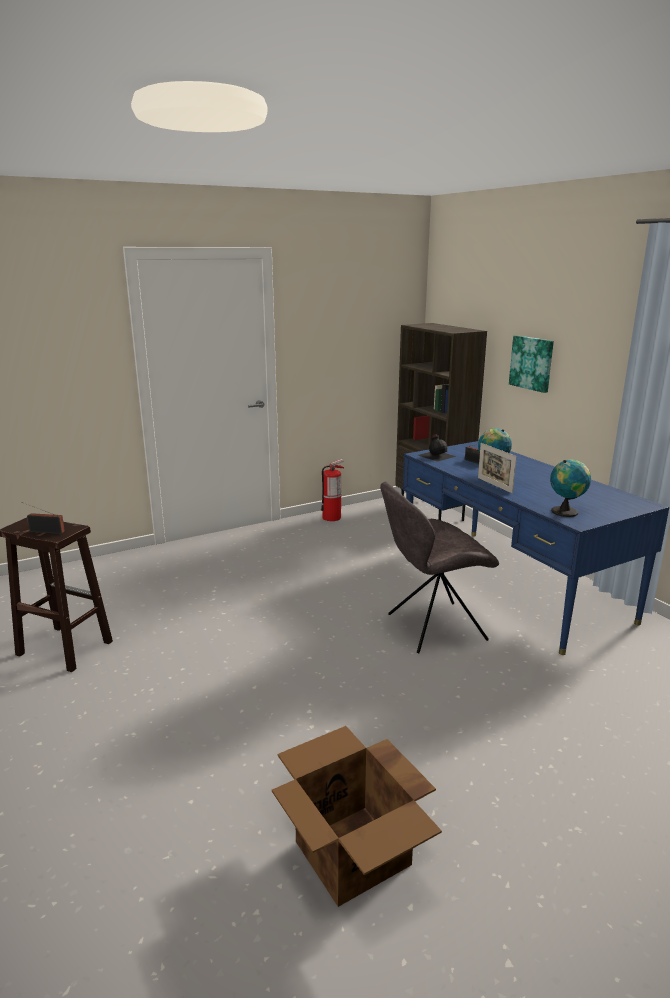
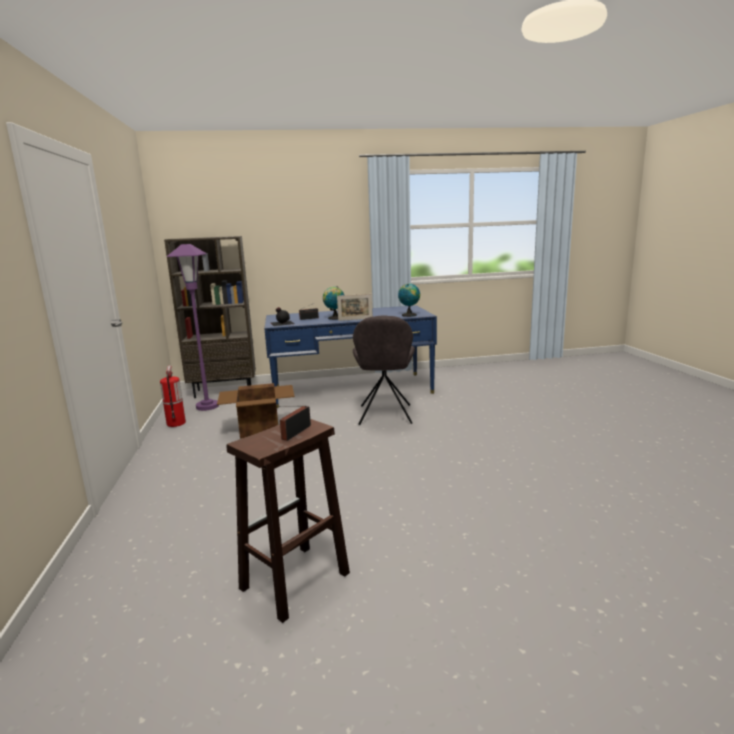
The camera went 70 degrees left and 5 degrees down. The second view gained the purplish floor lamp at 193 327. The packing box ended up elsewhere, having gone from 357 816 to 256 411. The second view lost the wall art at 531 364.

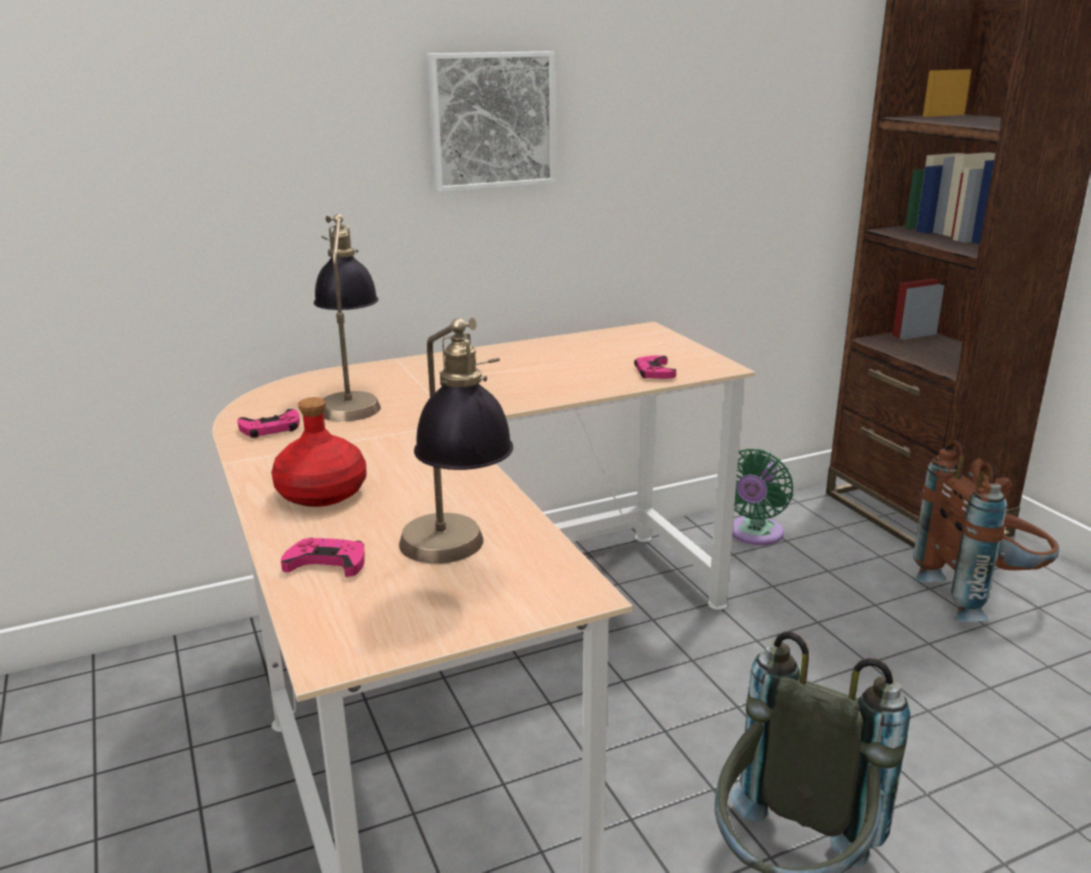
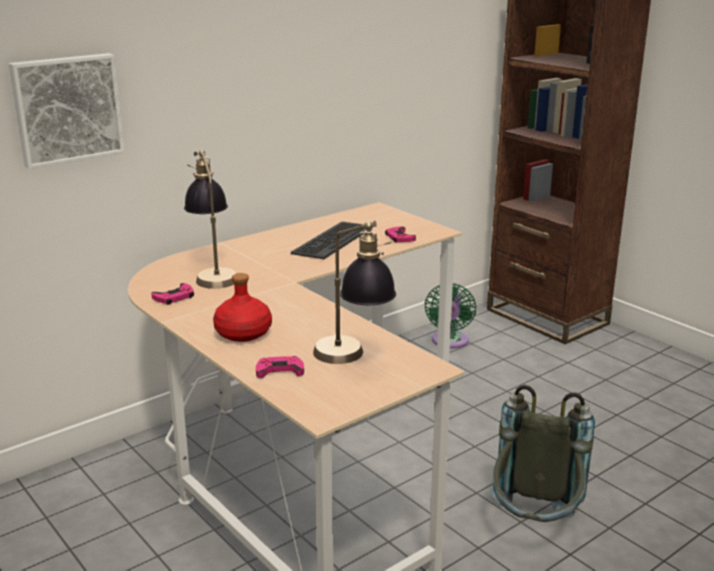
The camera went 15 degrees left and 0 degrees up. The wall art ended up elsewhere, having gone from 491 121 to 67 111. The second view gained the keyboard at 332 240. The second view lost the brown knapsack at 986 531.

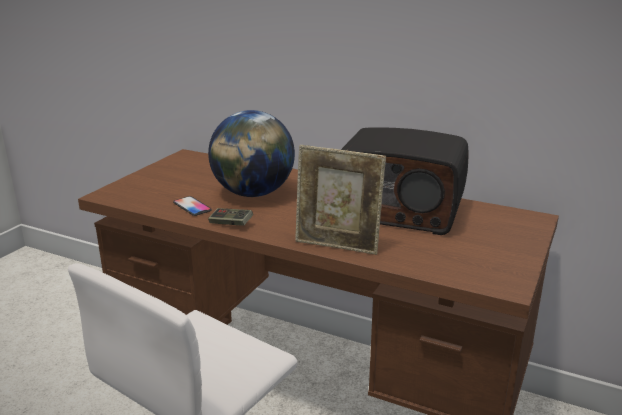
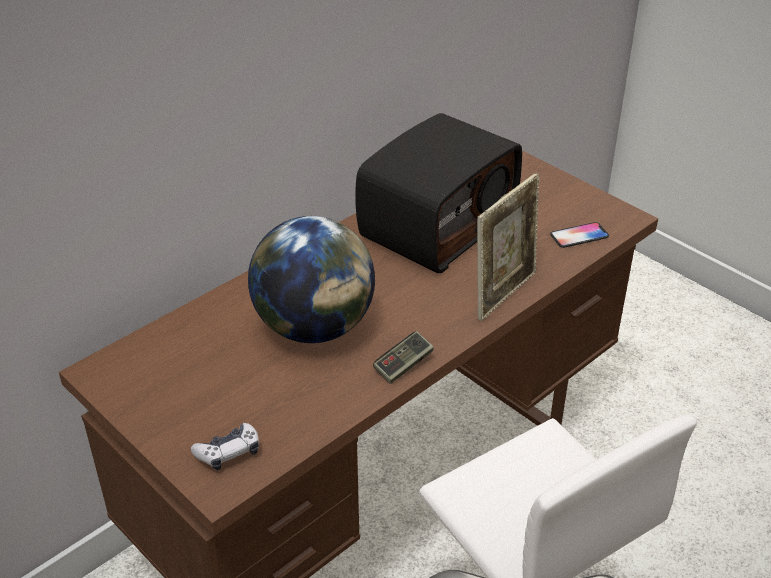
The camera went 70 degrees left and 15 degrees up. The second view gained the gamepad at 225 447. The handset ended up elsewhere, having gone from 192 206 to 579 235.

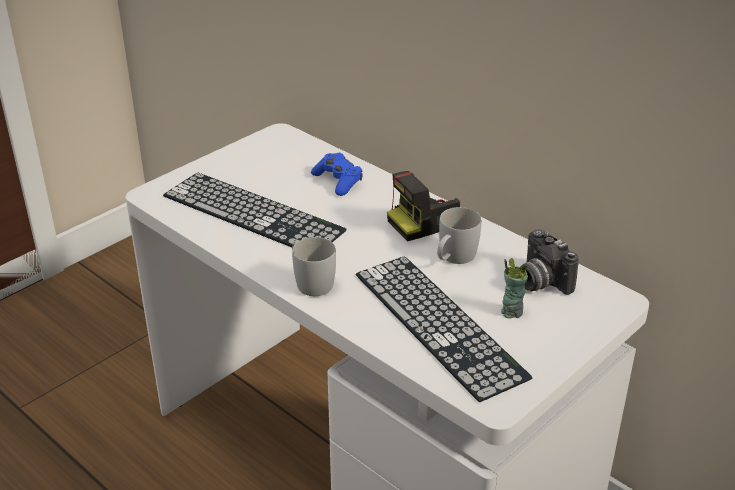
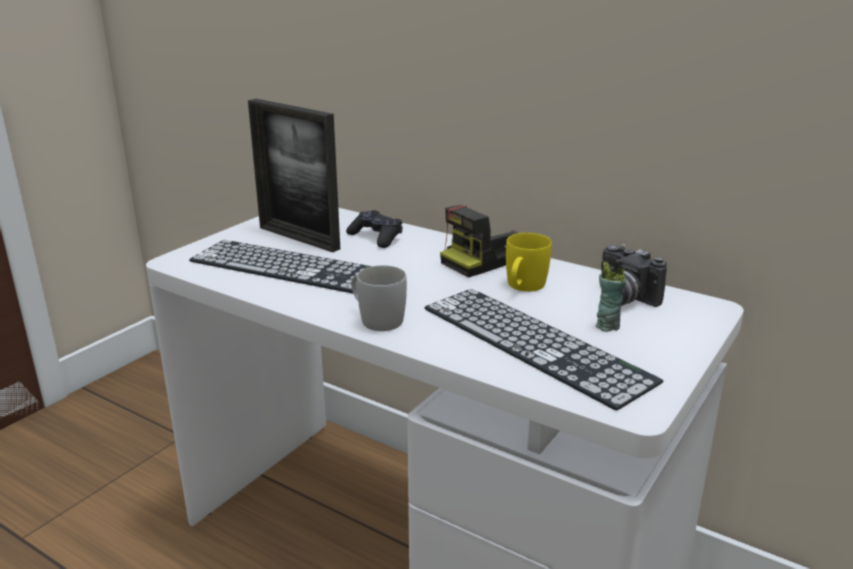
The camera went 10 degrees left and 10 degrees down. The second view gained the picture frame at 294 175. What was the blue-coloured gamepad at 337 174 turned into the blackish gamepad at 374 229. What was the white tea mug at 459 235 turned into the yellow tea mug at 529 262.

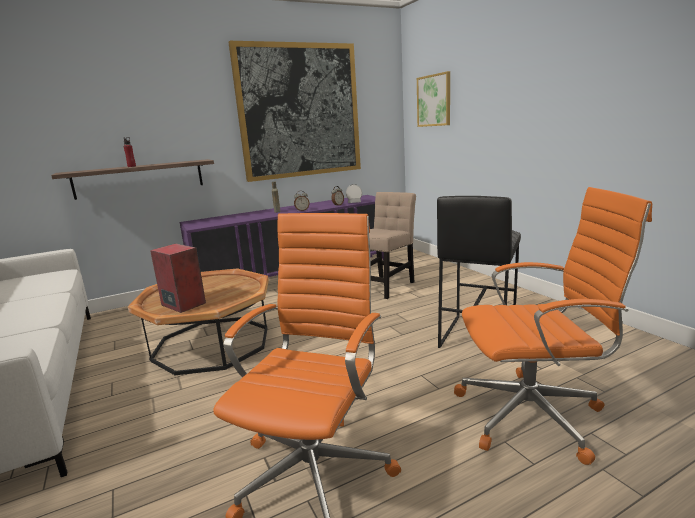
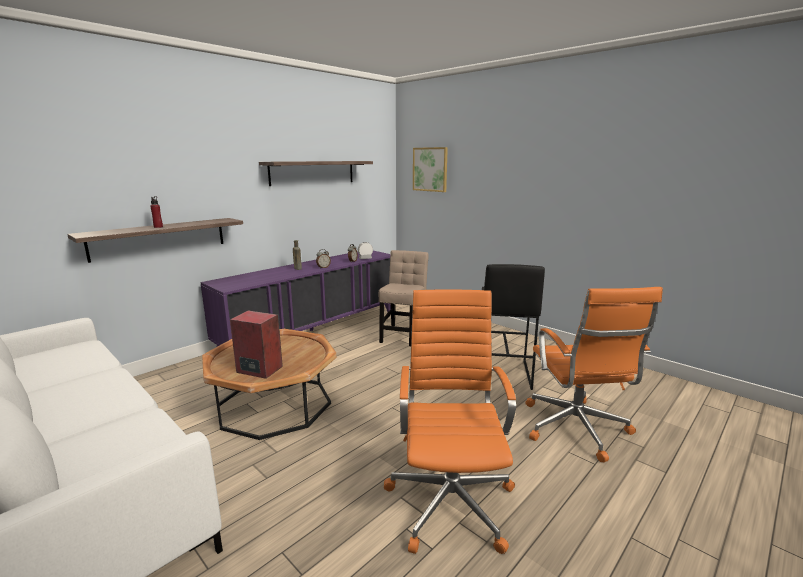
The camera went 20 degrees left and 0 degrees up. Where the wall art hung at 294 111, the wall shelf came to hang at 316 173. The orange-coloured office chair at 553 326 ended up facing another way, 105 degrees clockwise from before.

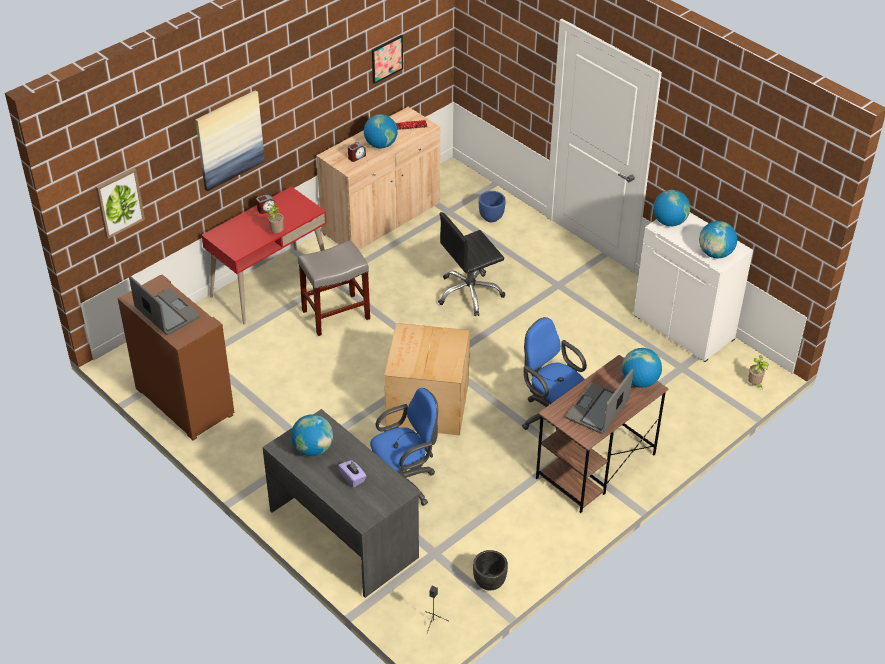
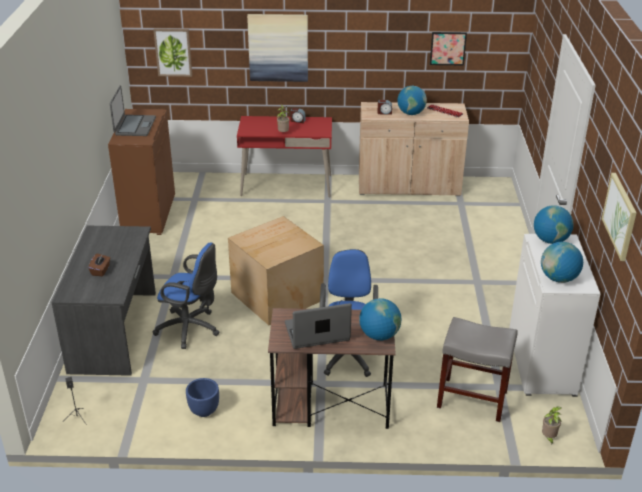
The camera went 45 degrees right and 10 degrees down. What was the purplish tissue holder at 352 474 turned into the brown tissue holder at 99 265. The blue-coloured plant pot ended up elsewhere, having gone from 492 206 to 202 397. The gray stool ended up elsewhere, having gone from 334 288 to 477 369. The second view gained the wall art at 619 217. The second view lost the world globe at 312 435. The second view lost the blackish office chair at 471 264. The second view lost the blackish plant pot at 490 570.

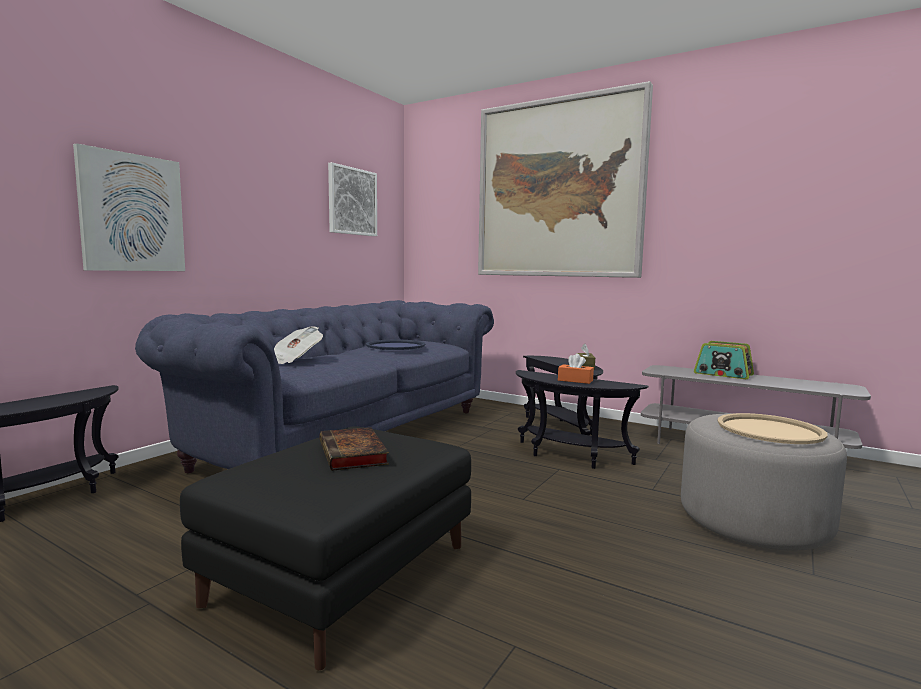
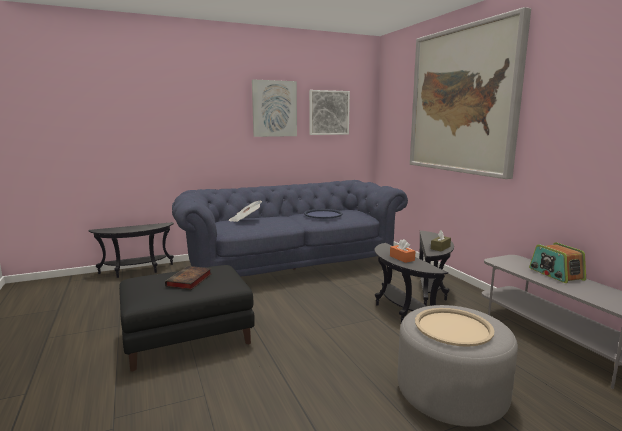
The camera went 35 degrees right and 5 degrees up. The wall art ended up elsewhere, having gone from 129 207 to 274 108.

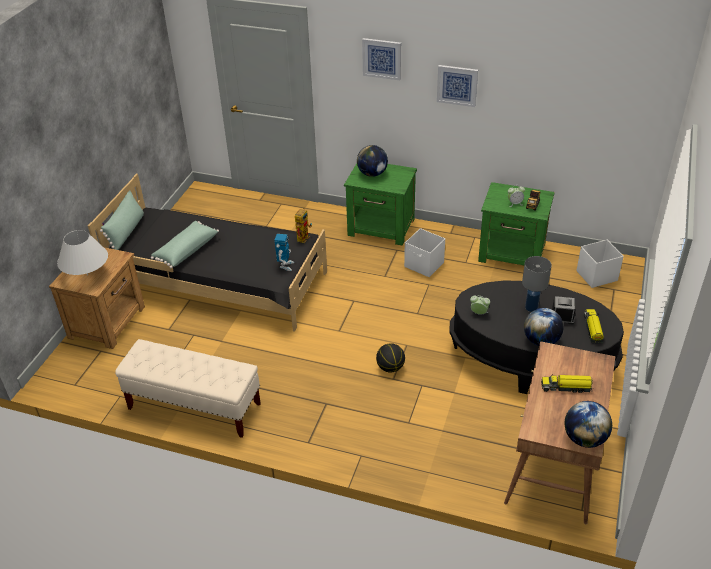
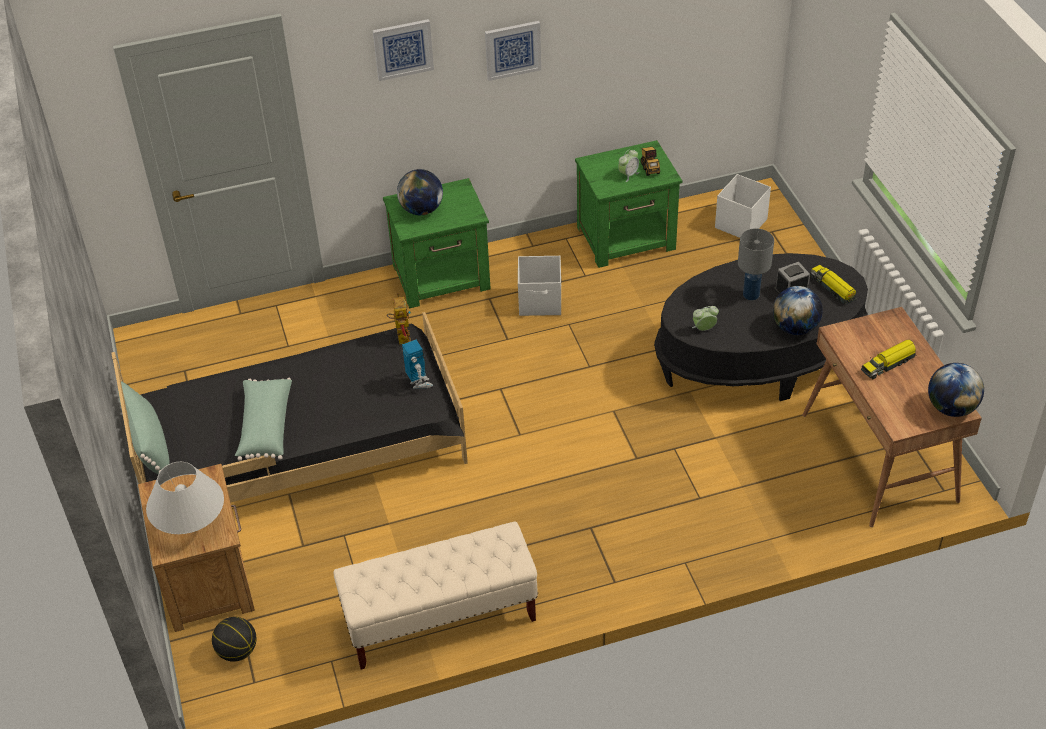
The camera went 35 degrees left and 5 degrees up. The basketball ball ended up elsewhere, having gone from 390 357 to 234 639.

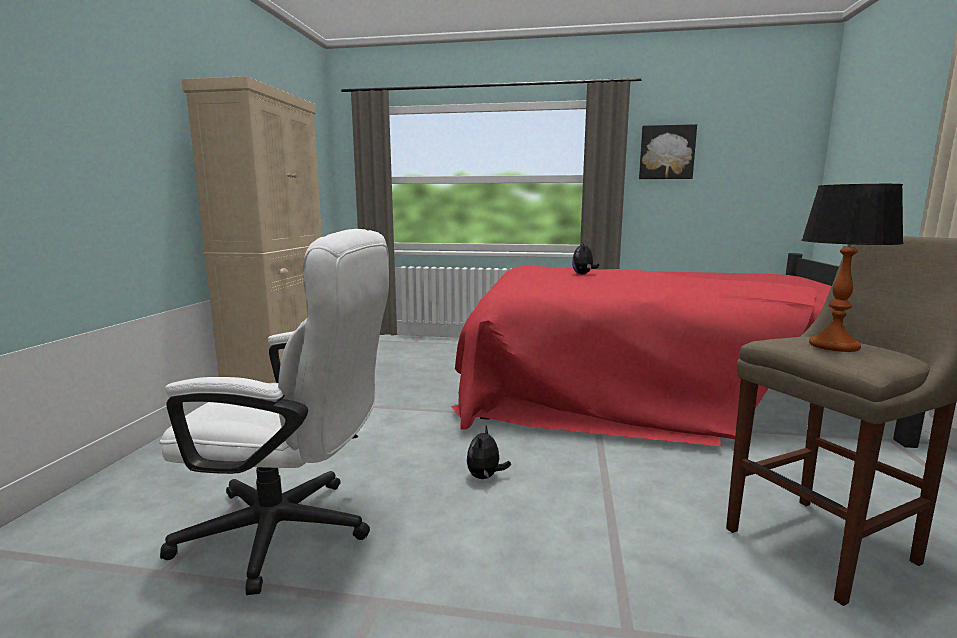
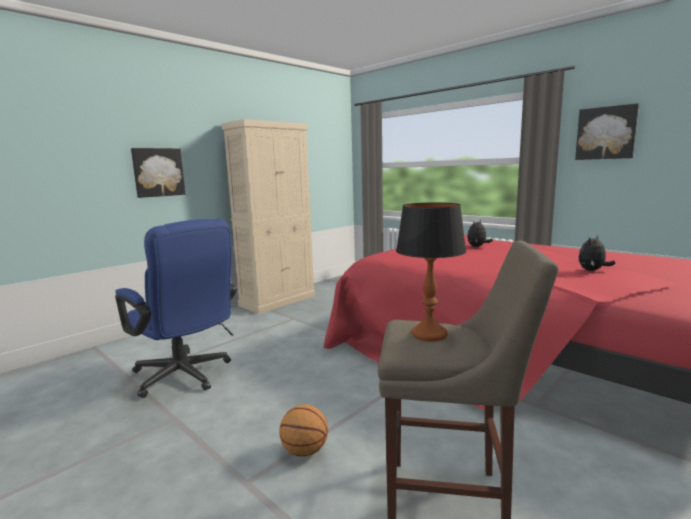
The camera went 35 degrees right and 0 degrees up. What was the white office chair at 274 412 turned into the blue-coloured office chair at 176 308. The second view gained the wall art at 158 173. The second view gained the basketball ball at 303 431. The cuddly toy ended up elsewhere, having gone from 489 452 to 596 253.

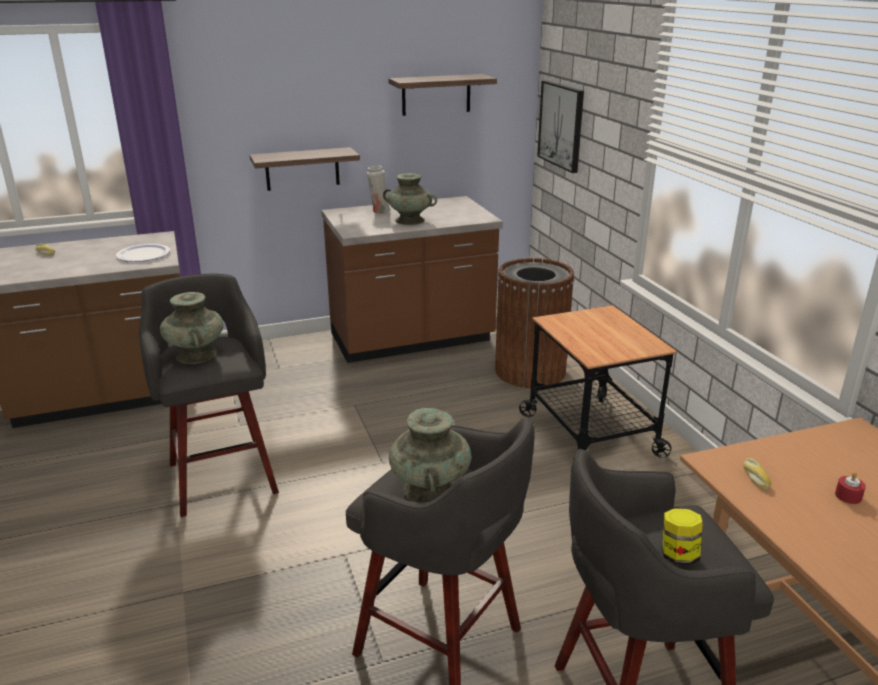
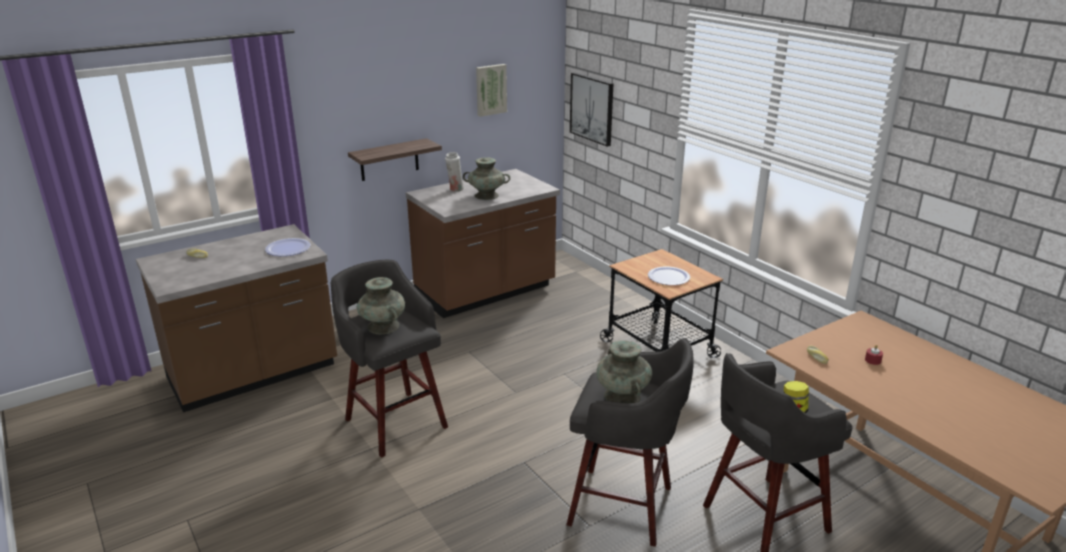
The camera went 15 degrees left and 0 degrees up. Where the wall shelf hung at 442 95, the wall art came to hang at 491 90. The second view gained the plate at 669 275. The second view lost the brown waste bin at 534 323.

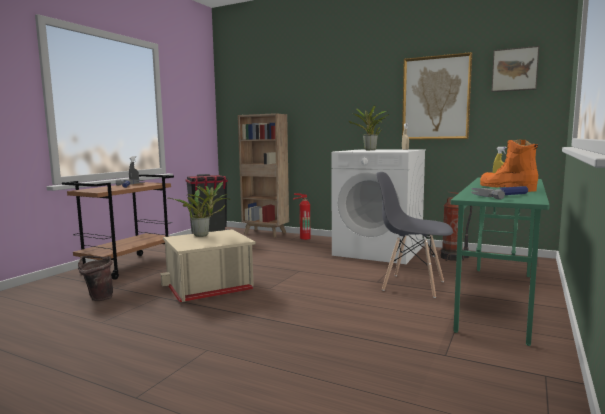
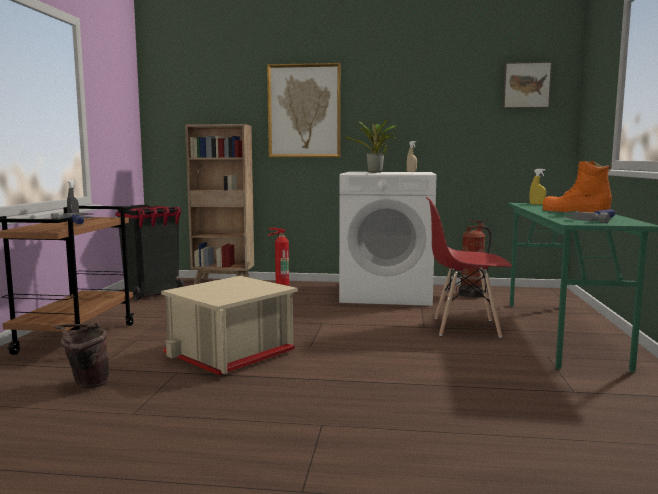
The camera went 20 degrees left and 0 degrees up. The wall art ended up elsewhere, having gone from 437 96 to 304 110. What was the gray plain chair at 414 235 turned into the red-coloured plain chair at 469 267. The second view lost the potted plant at 200 209.

